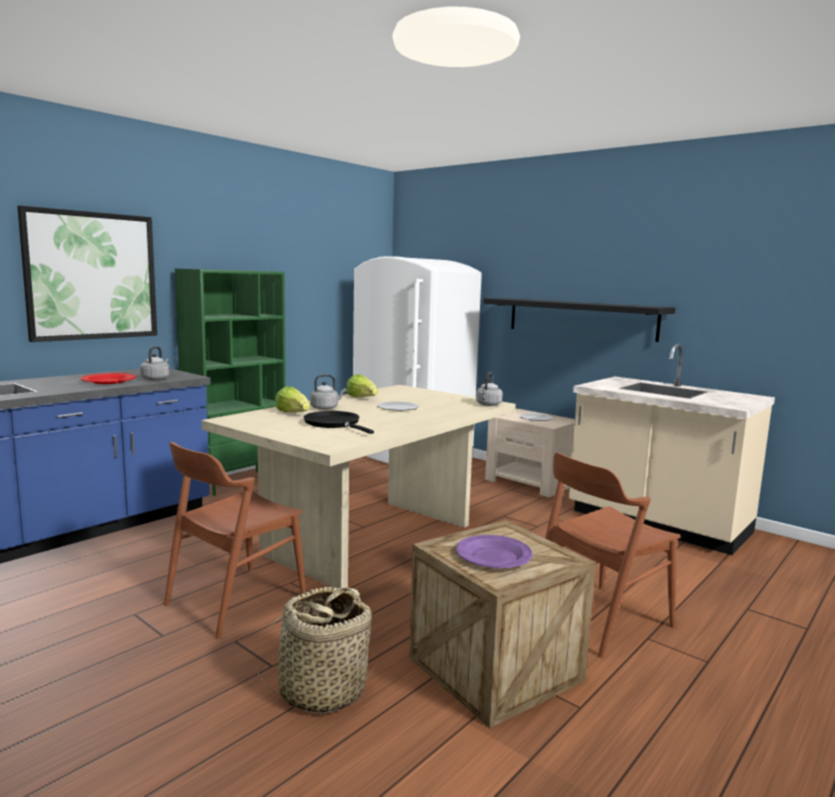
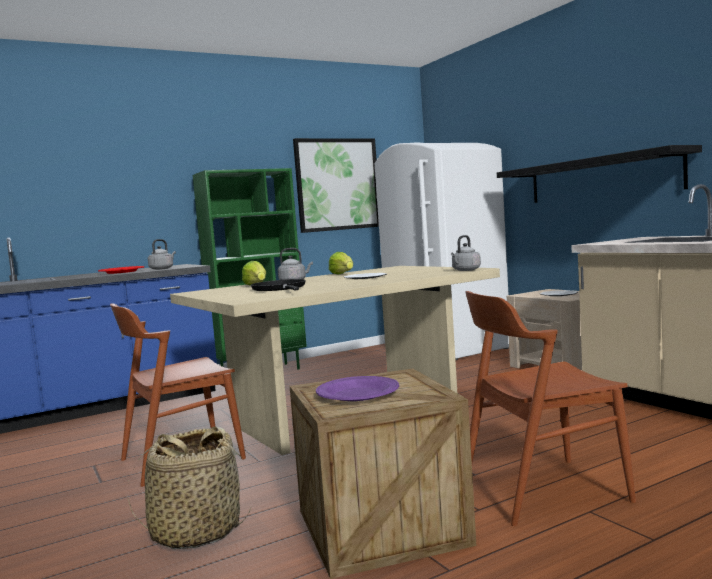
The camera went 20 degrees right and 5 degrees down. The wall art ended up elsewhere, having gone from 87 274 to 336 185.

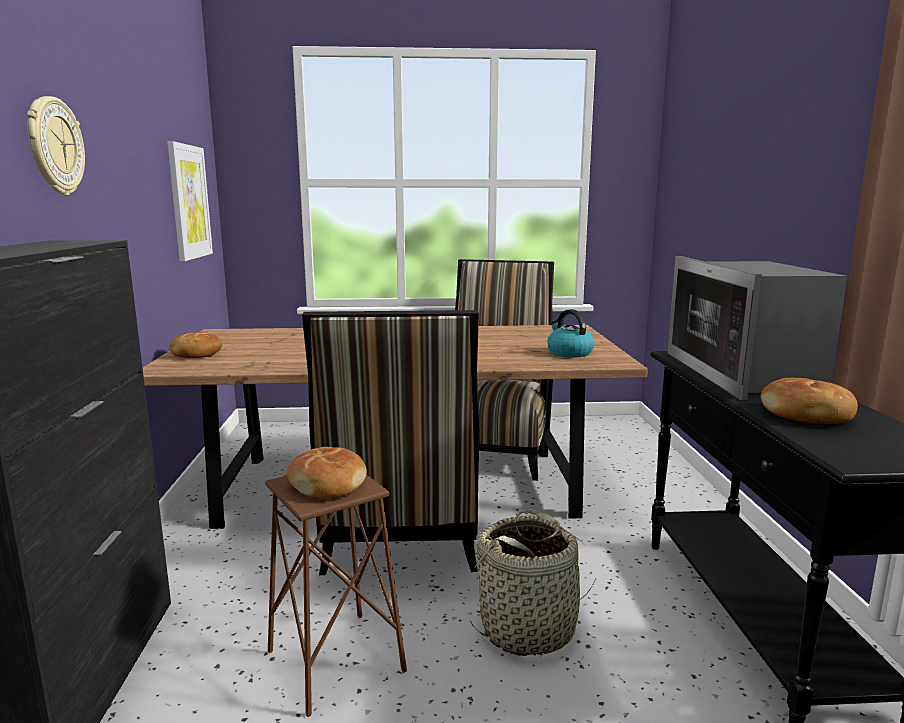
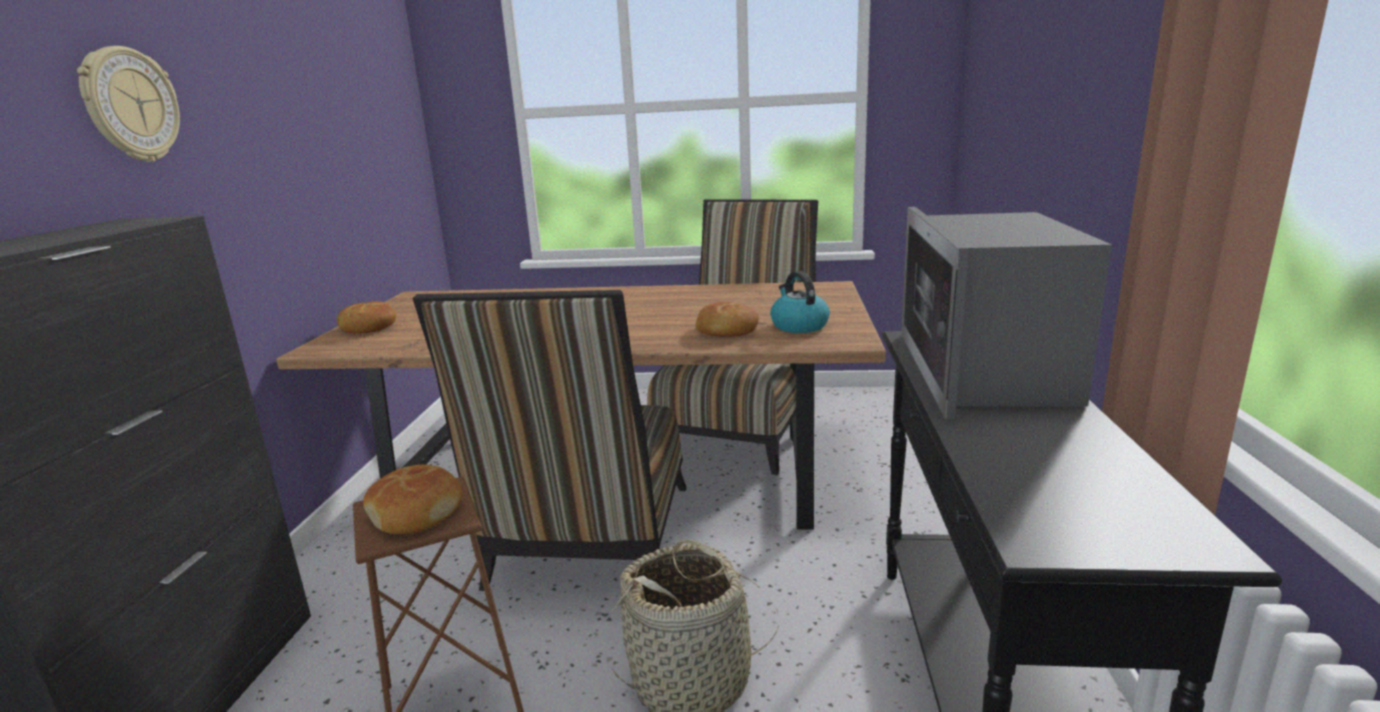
The camera went 10 degrees right and 5 degrees up. The baked bread ended up elsewhere, having gone from 809 401 to 727 319. The second view lost the wall art at 190 201.

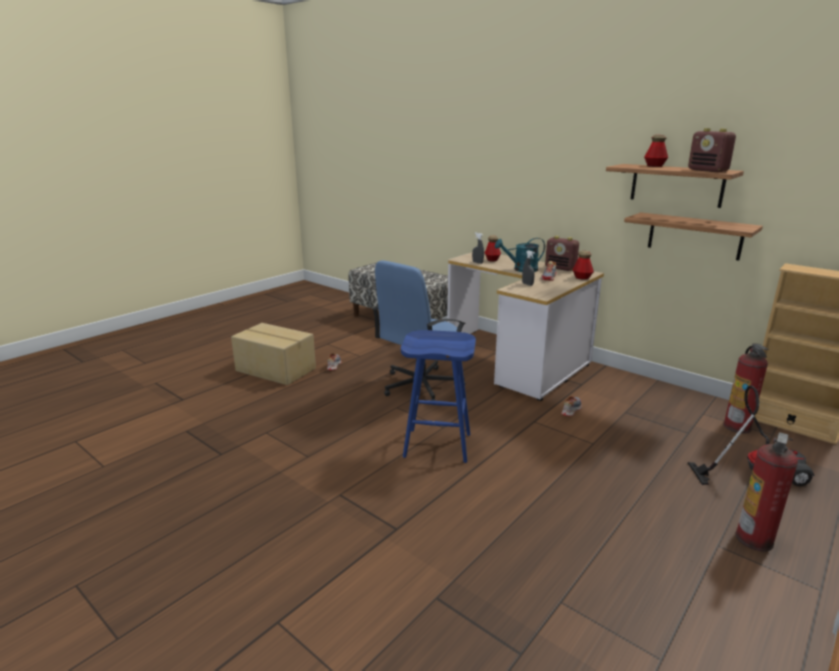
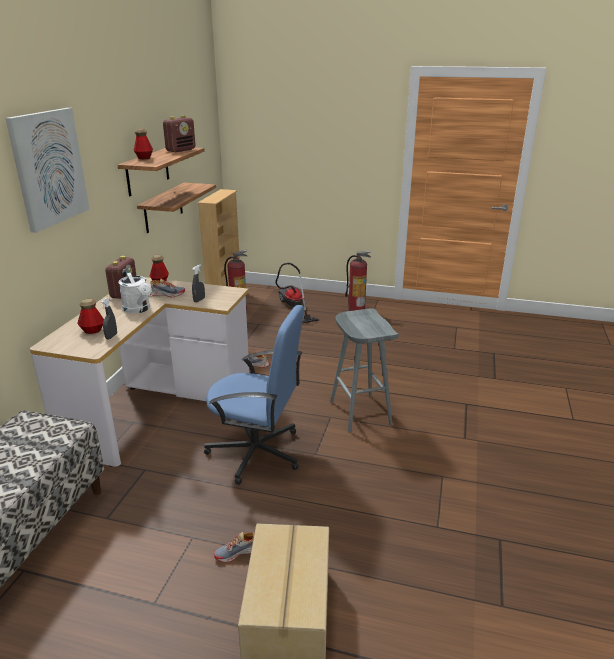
The camera went 115 degrees left and 5 degrees up. The second view gained the wall art at 47 170. What was the blue-green watering can at 520 255 turned into the white watering can at 135 291. What was the blue-coloured stool at 438 396 turned into the gray stool at 364 370.

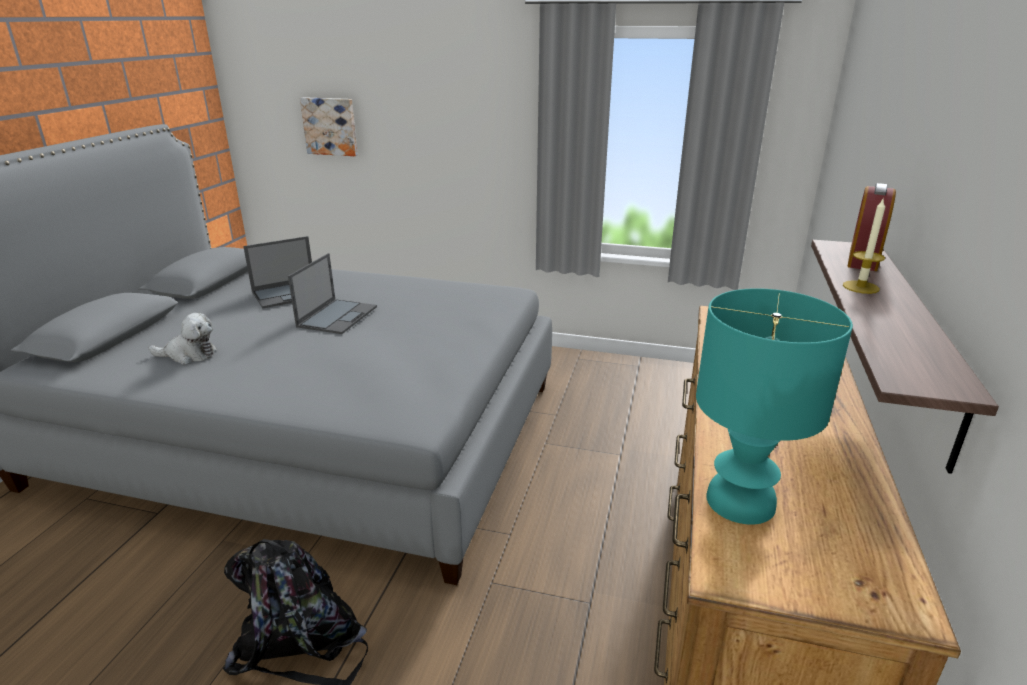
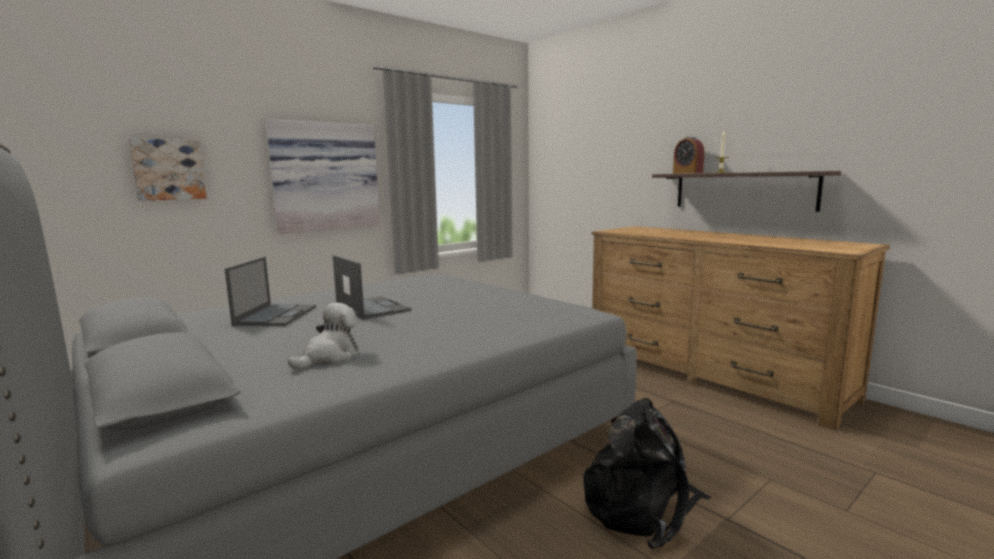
The camera went 55 degrees left and 15 degrees down. The second view gained the wall art at 323 176. The second view lost the blue-green table lamp at 774 406.

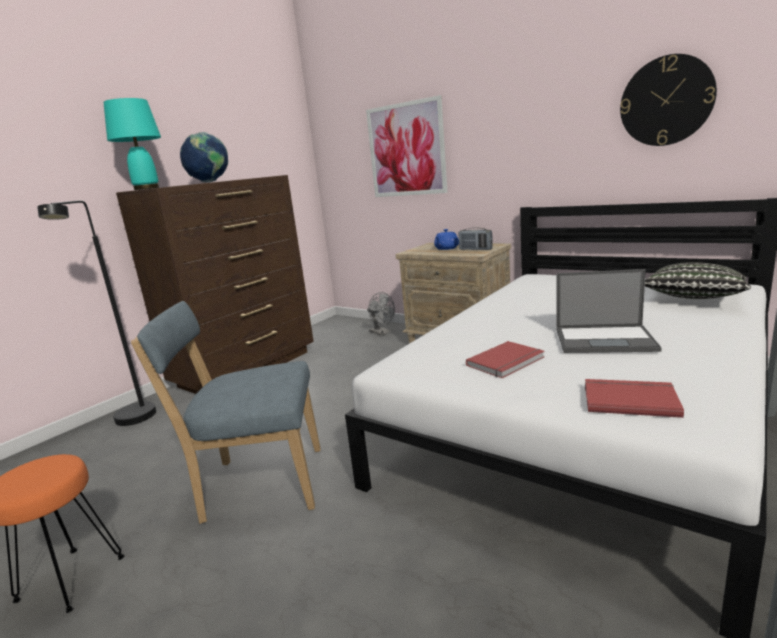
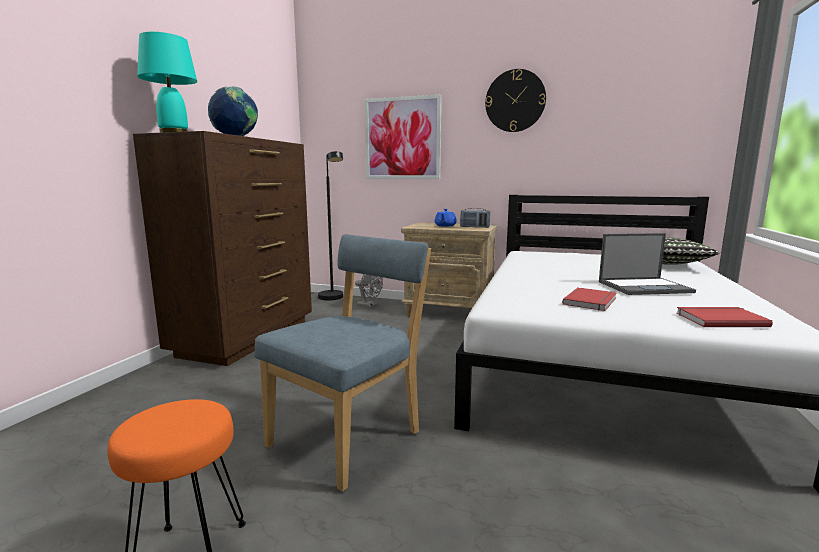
The camera went 20 degrees left and 5 degrees down. The blue-coloured plain chair at 226 412 ended up facing another way, 150 degrees clockwise from before. The blackish floor lamp ended up elsewhere, having gone from 96 313 to 330 226. The clock on the wall ended up elsewhere, having gone from 668 100 to 515 100.

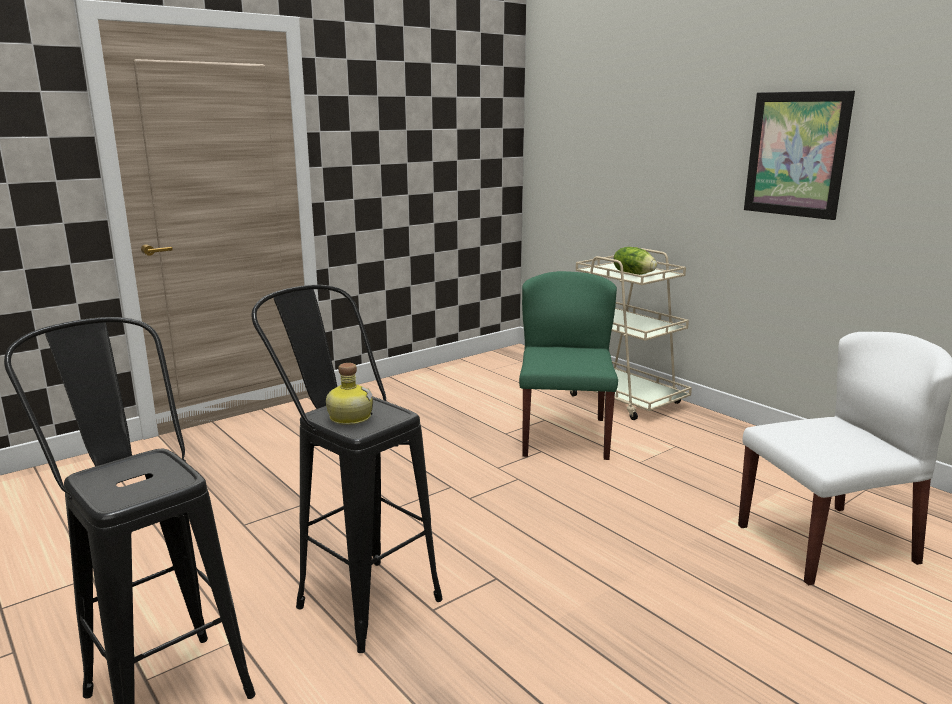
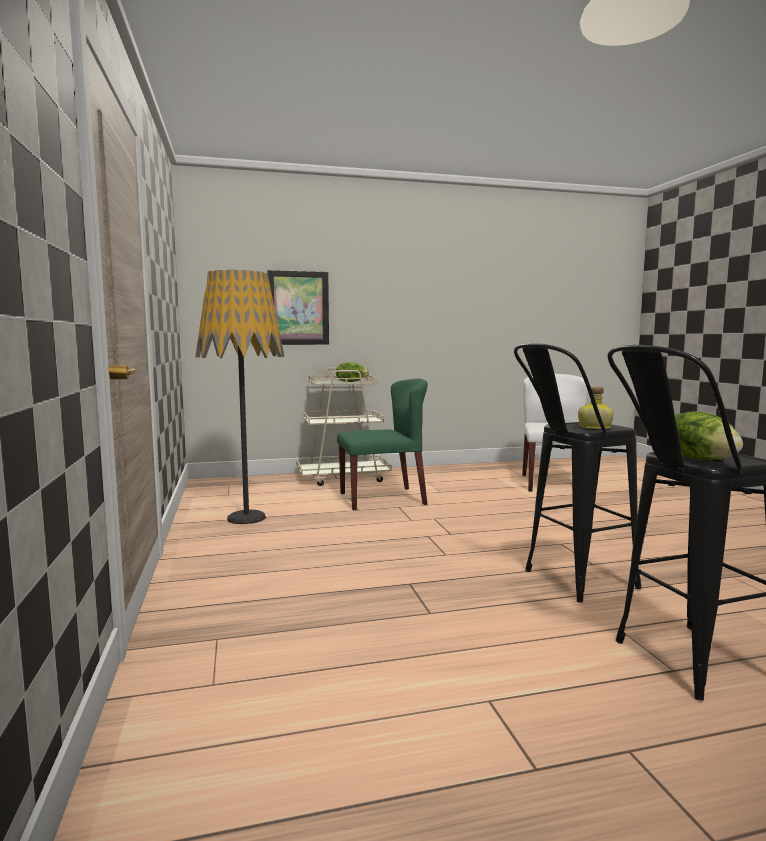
The camera went 65 degrees left and 10 degrees down. The second view gained the floor lamp at 240 397. The wall art ended up elsewhere, having gone from 799 155 to 298 307. The greenish plain chair at 568 365 ended up facing another way, 135 degrees clockwise from before. The second view gained the head of lettuce at 709 435.

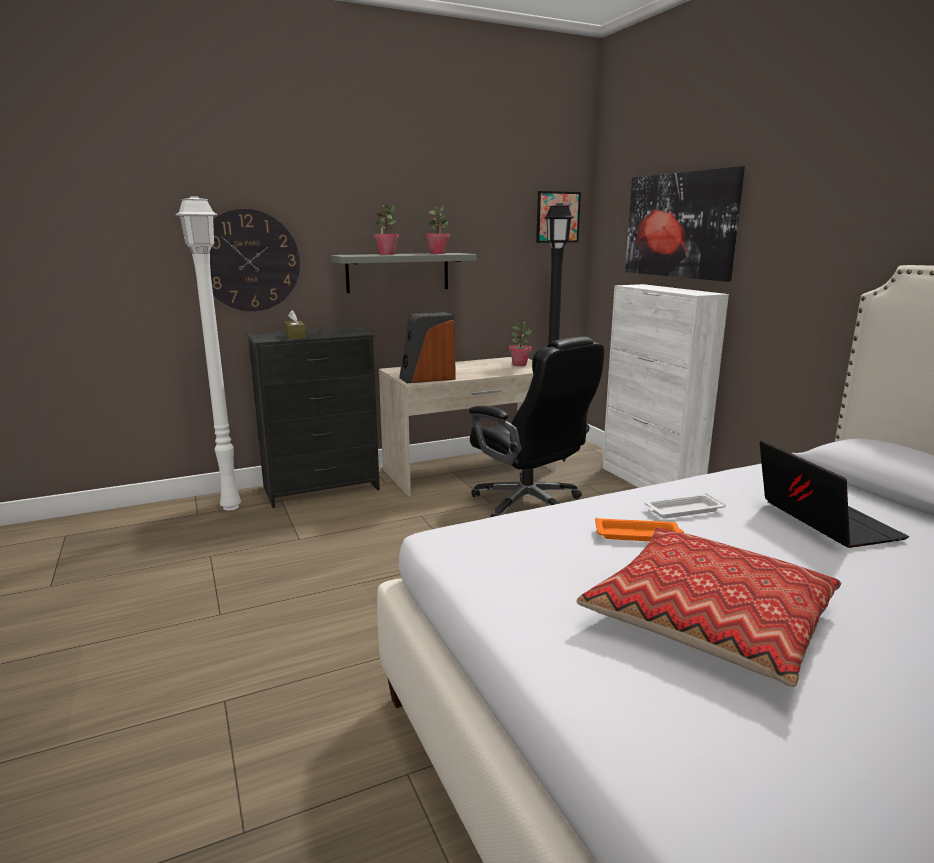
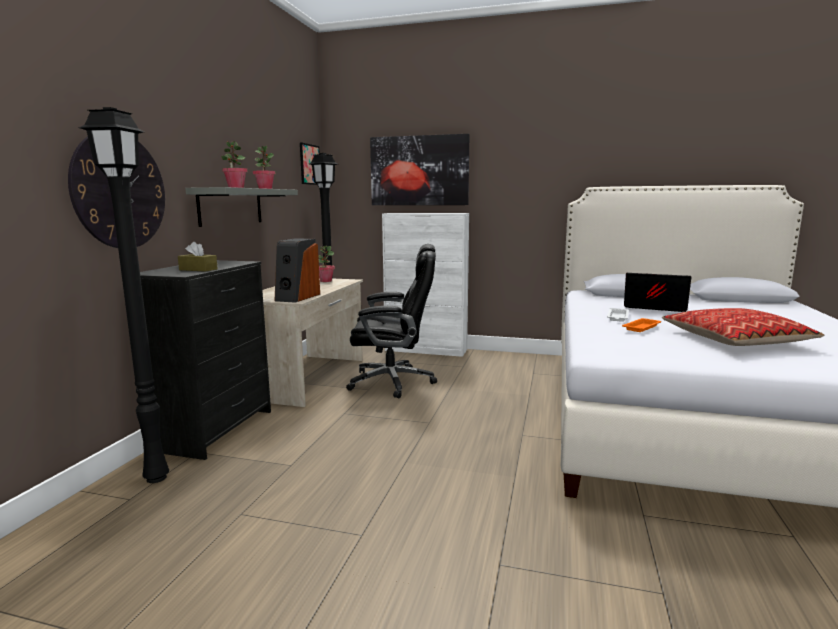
The camera went 50 degrees left and 5 degrees down. What was the white floor lamp at 208 353 turned into the blackish floor lamp at 124 295.

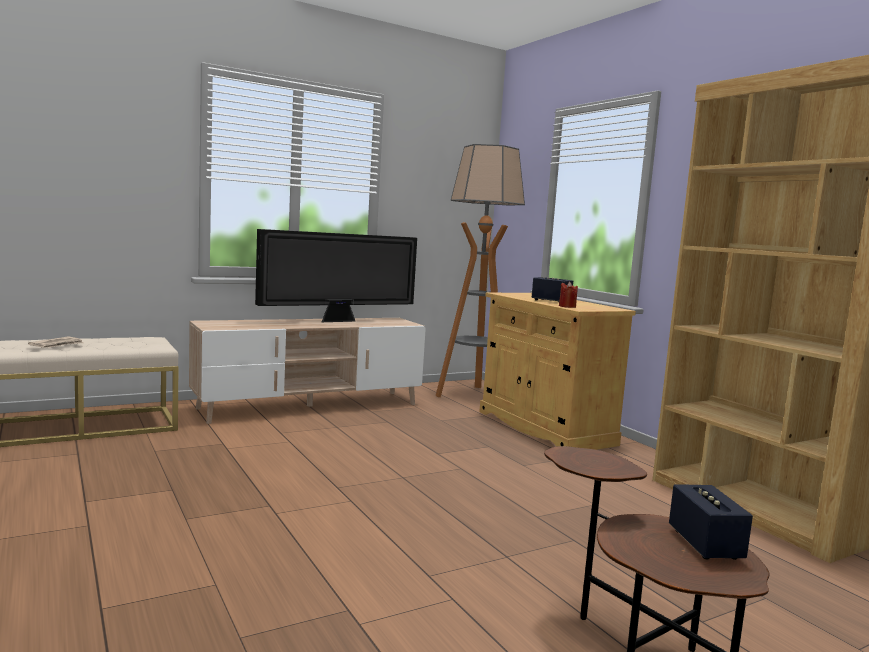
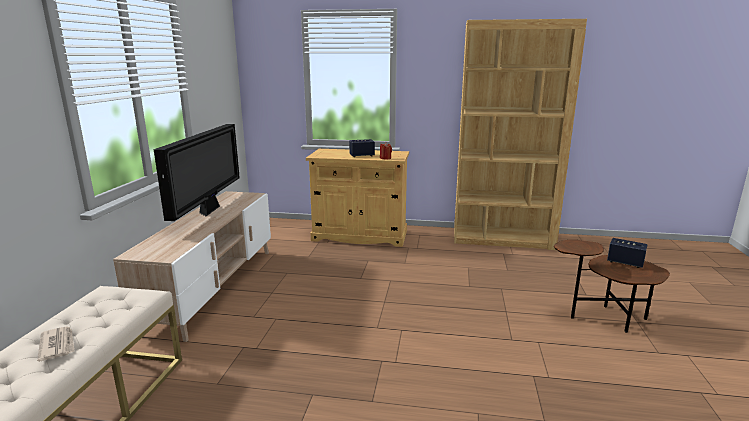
The camera went 50 degrees left and 10 degrees up. The second view lost the floor lamp at 480 270.

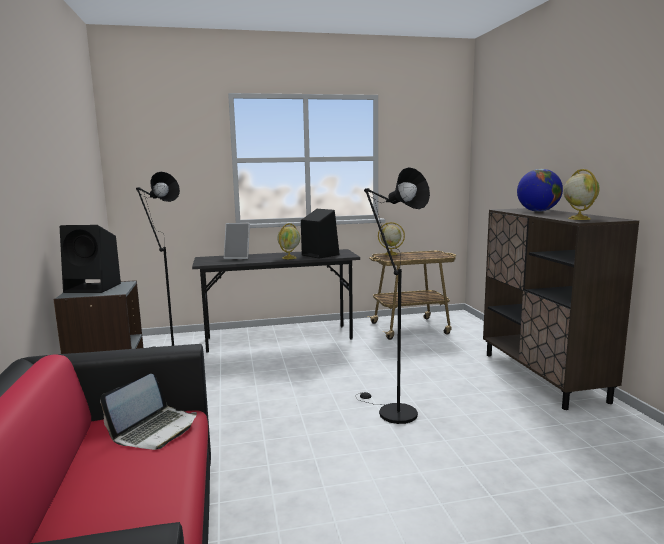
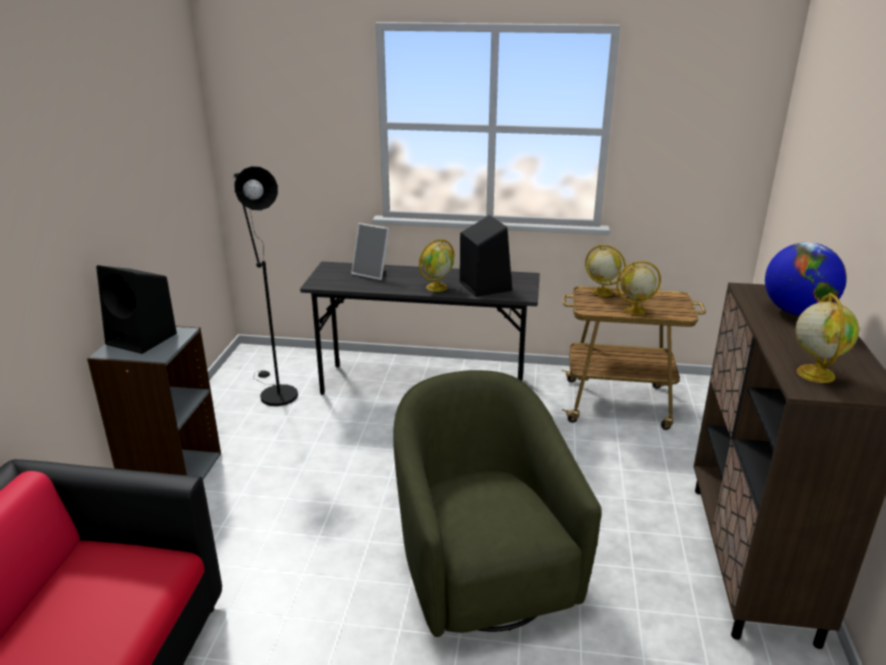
The camera went 20 degrees right and 15 degrees up. Where the blackish floor lamp stood at 392 295, the greenish lounge chair came to stand at 497 503. The second view gained the world globe at 638 288. The second view lost the laptop at 148 412.

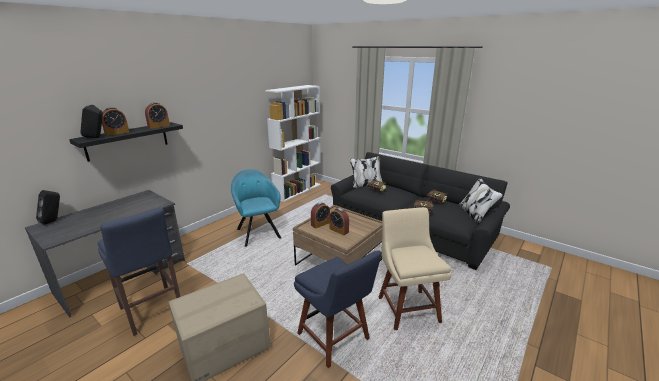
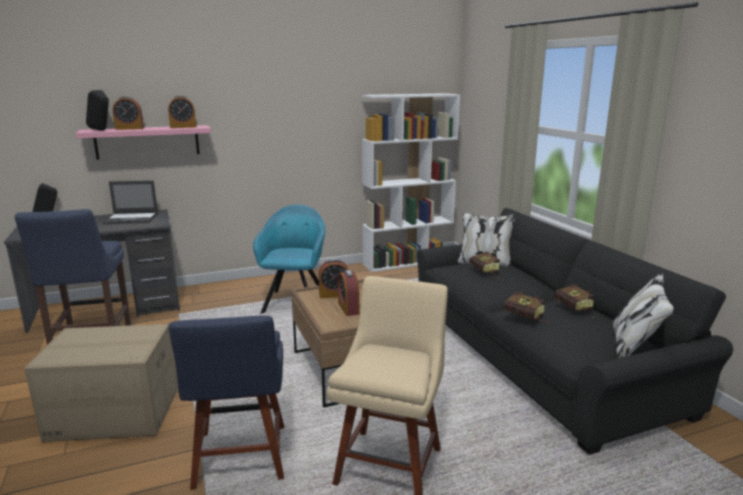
The camera went 30 degrees right and 5 degrees down. What was the blackish wall shelf at 126 142 turned into the pink wall shelf at 143 142. The second view gained the laptop at 130 202.

